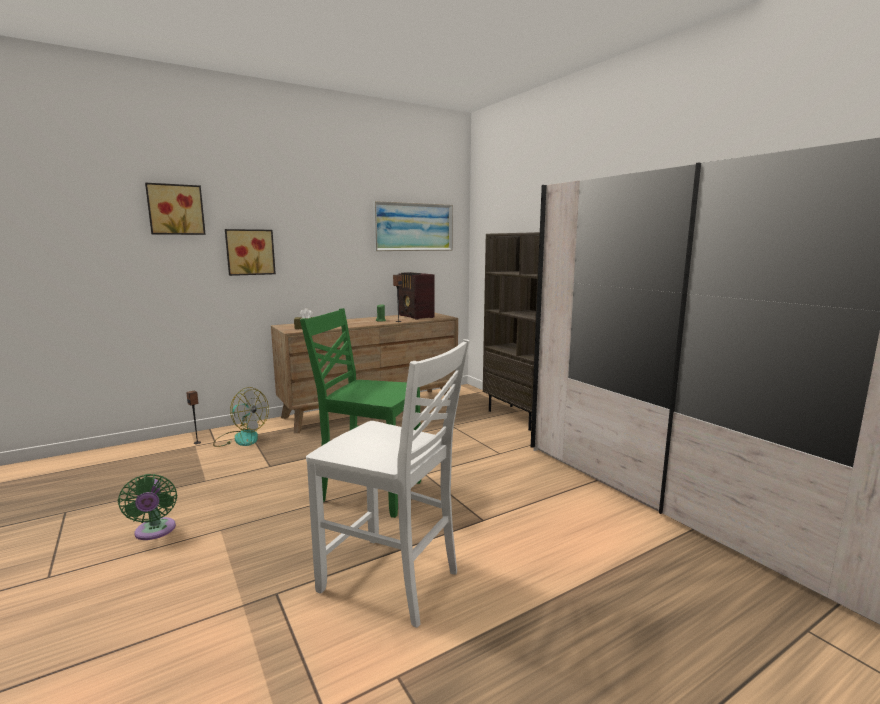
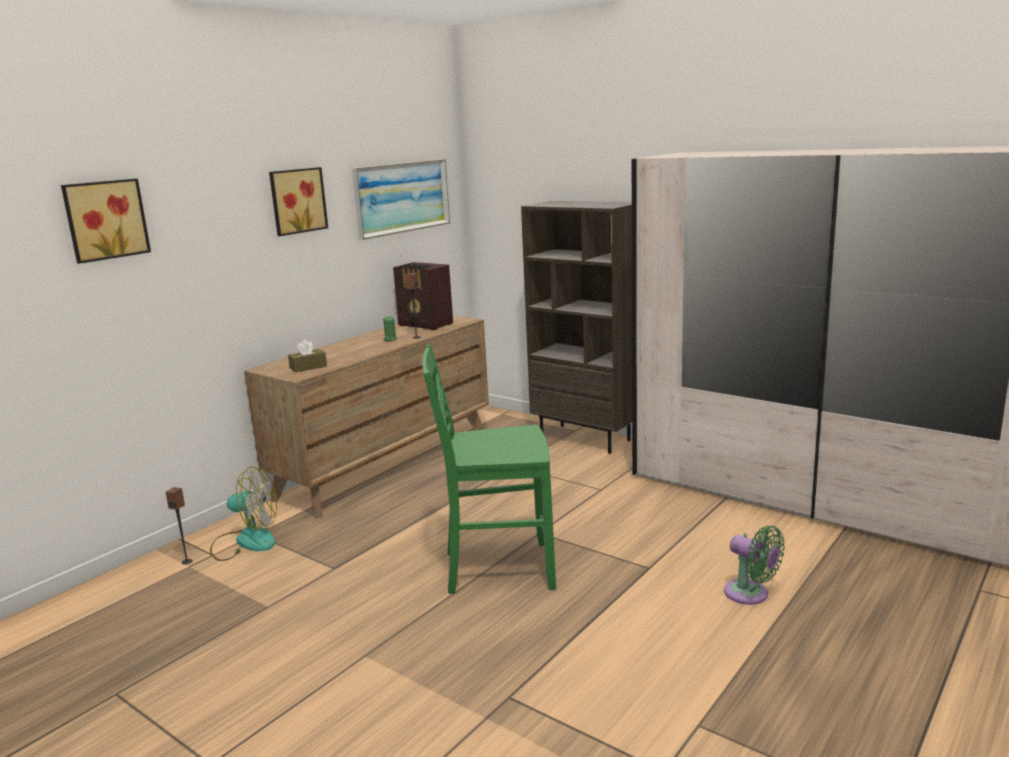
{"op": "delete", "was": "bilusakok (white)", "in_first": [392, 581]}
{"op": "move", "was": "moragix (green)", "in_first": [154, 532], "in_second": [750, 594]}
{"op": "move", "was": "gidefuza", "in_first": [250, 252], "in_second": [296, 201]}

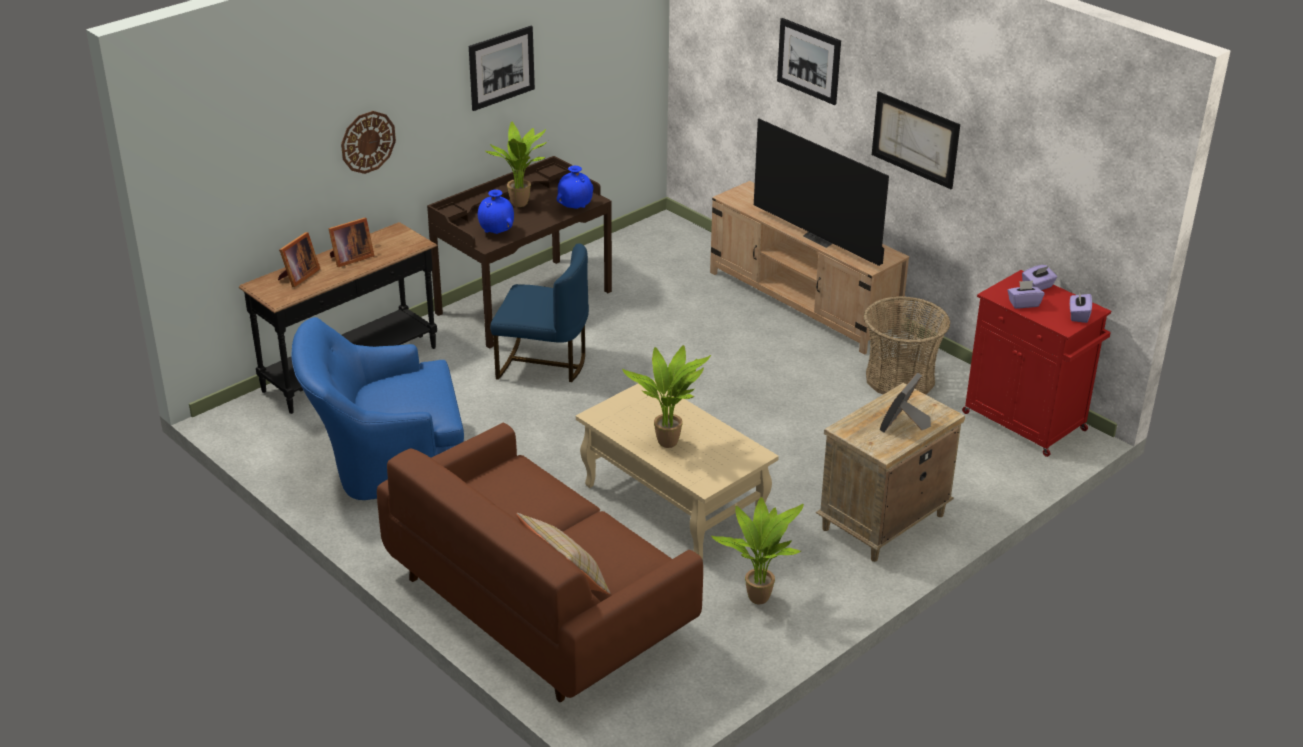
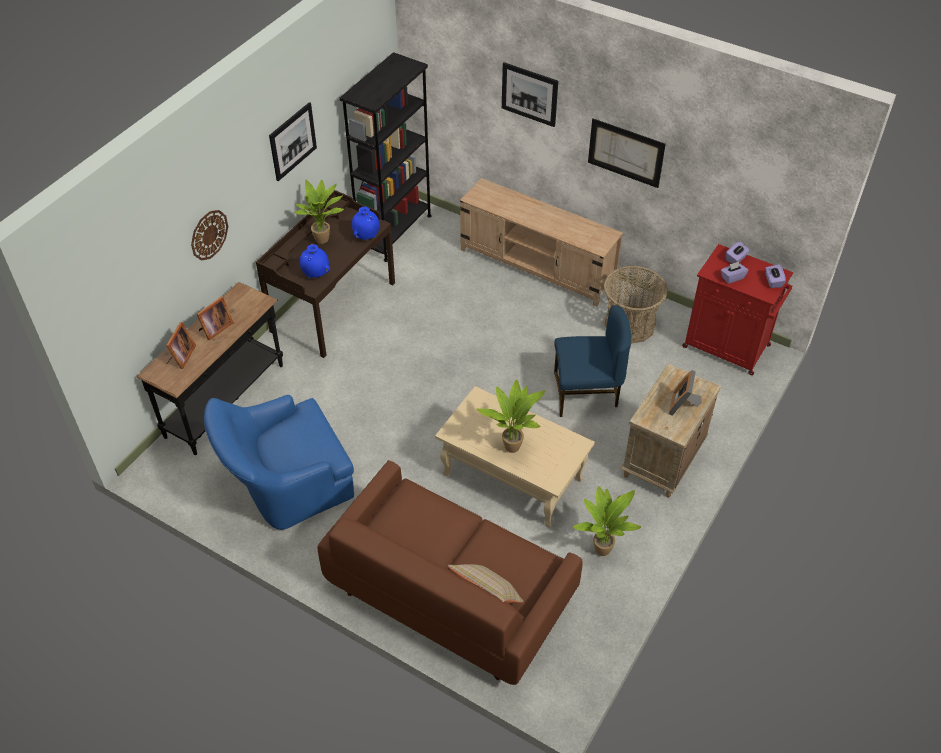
{"op": "delete", "was": "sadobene", "in_first": [822, 238]}
{"op": "insert", "now": "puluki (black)", "in_second": [394, 232]}
{"op": "move", "was": "bilusakok (blue)", "in_first": [543, 364], "in_second": [586, 393]}

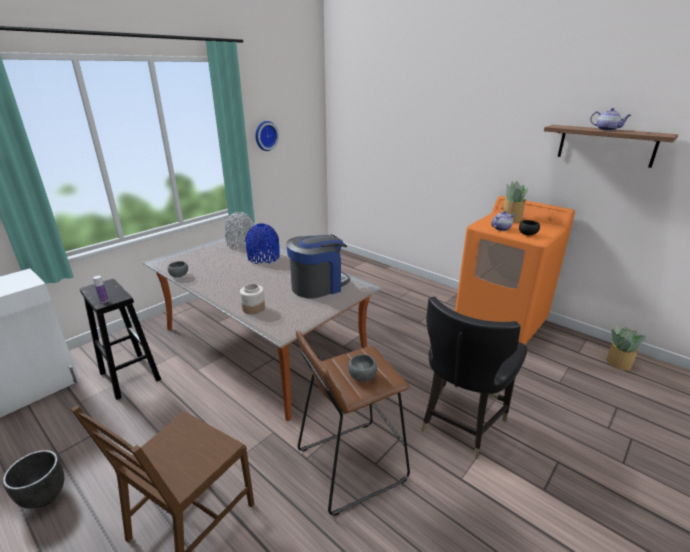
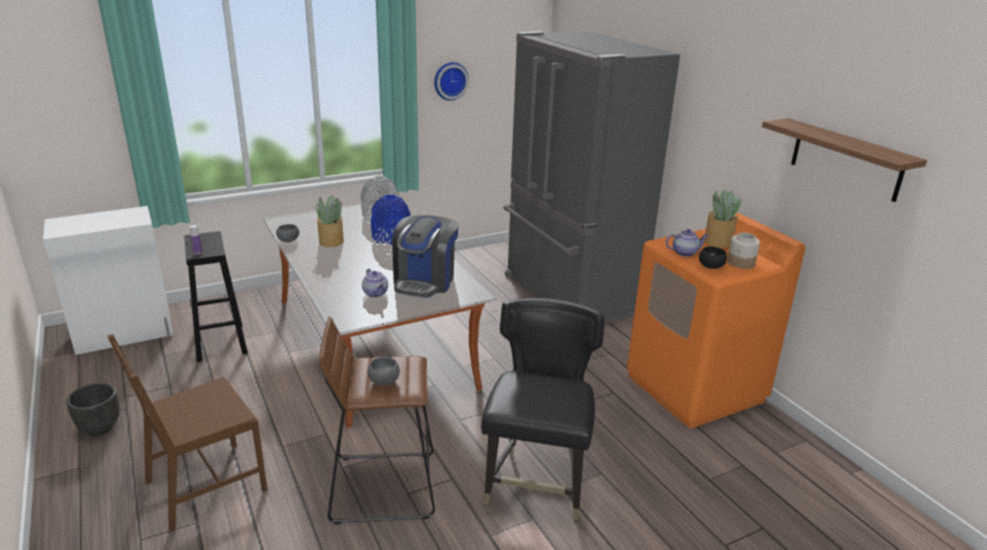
{"op": "insert", "now": "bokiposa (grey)", "in_second": [567, 295]}
{"op": "move", "was": "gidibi", "in_first": [253, 308], "in_second": [741, 263]}
{"op": "move", "was": "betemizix", "in_first": [607, 130], "in_second": [376, 293]}
{"op": "move", "was": "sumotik", "in_first": [618, 362], "in_second": [331, 241]}
{"op": "rotate", "was": "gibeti", "in_first": [318, 285], "in_second": [425, 281], "clockwise": 120}
{"op": "rotate", "was": "bilusakok (black)", "in_first": [460, 423], "in_second": [537, 484], "clockwise": 135}

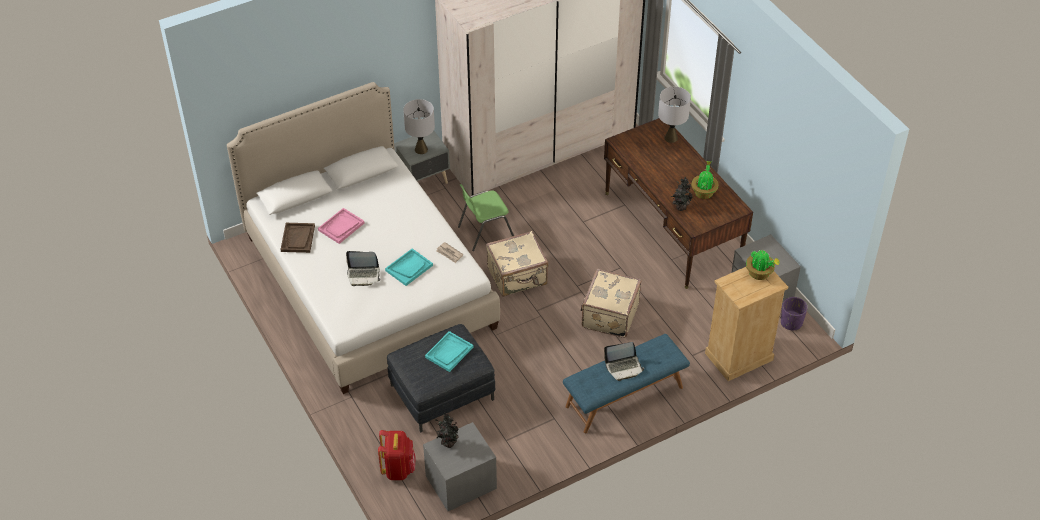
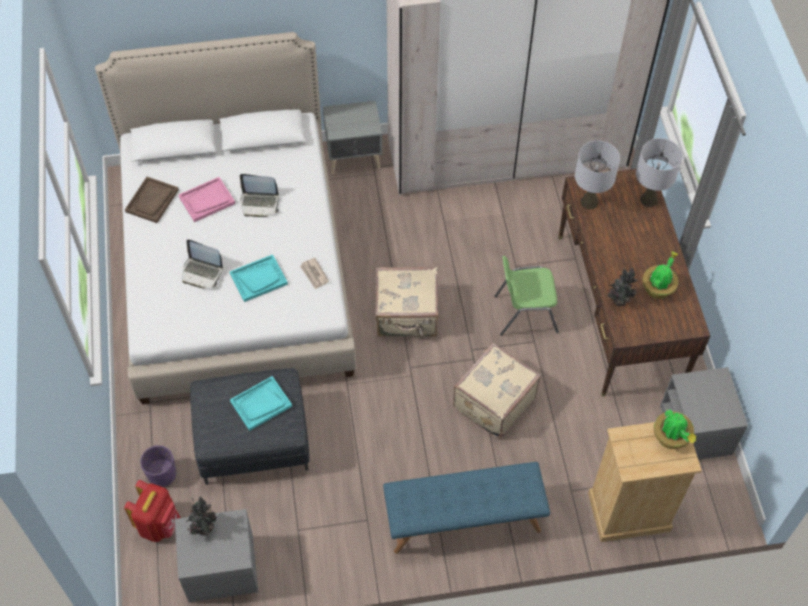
{"op": "move", "was": "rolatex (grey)", "in_first": [421, 149], "in_second": [589, 202]}
{"op": "move", "was": "bilusakok (green)", "in_first": [484, 232], "in_second": [524, 313]}
{"op": "move", "was": "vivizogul", "in_first": [624, 367], "in_second": [259, 203]}
{"op": "move", "was": "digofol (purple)", "in_first": [791, 323], "in_second": [162, 474]}

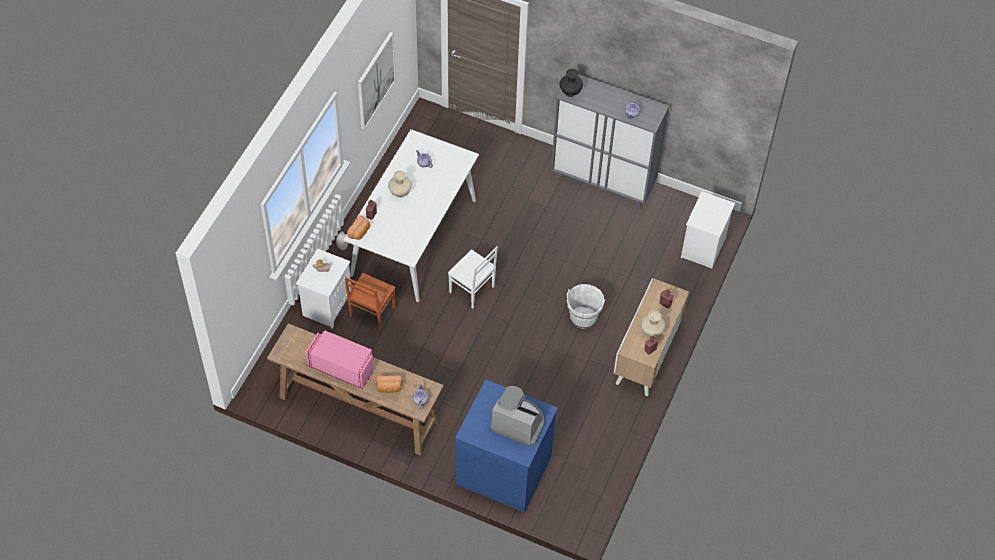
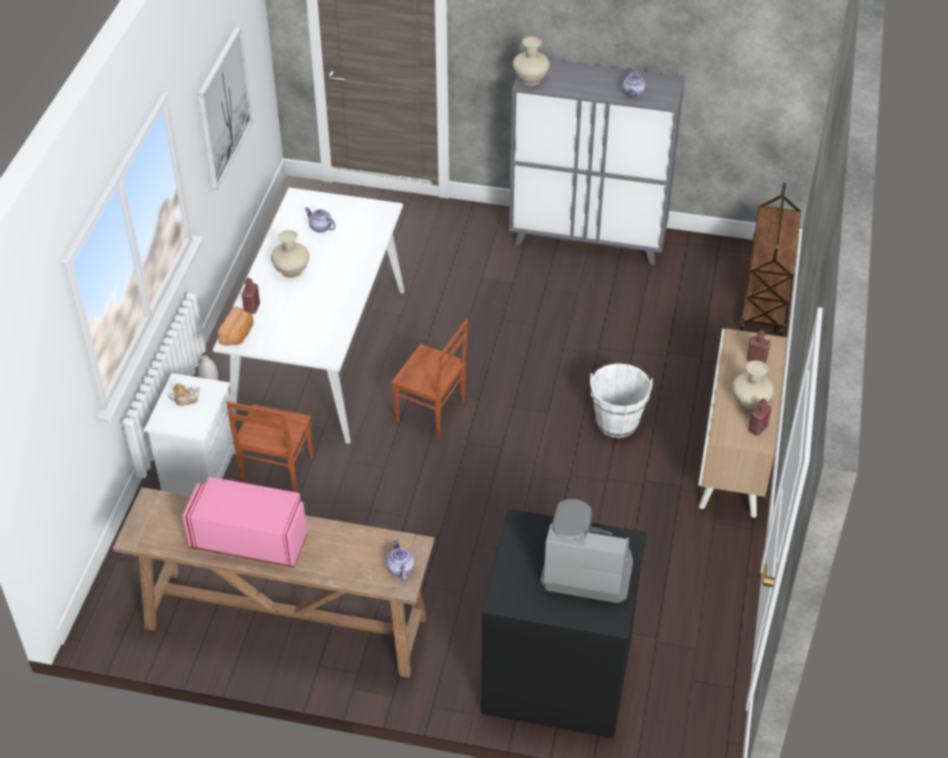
{"op": "delete", "was": "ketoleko", "in_first": [389, 388]}
{"op": "replace", "was": "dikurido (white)", "now": "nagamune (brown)", "in_first": [703, 248], "in_second": [765, 300]}
{"op": "recolor", "was": "bilusakok (white)", "now": "bilusakok (brown)", "in_first": [472, 290], "in_second": [431, 413]}
{"op": "recolor", "was": "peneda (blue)", "now": "peneda (black)", "in_first": [504, 469], "in_second": [558, 672]}
{"op": "recolor", "was": "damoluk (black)", "now": "damoluk (beige)", "in_first": [570, 92], "in_second": [530, 79]}

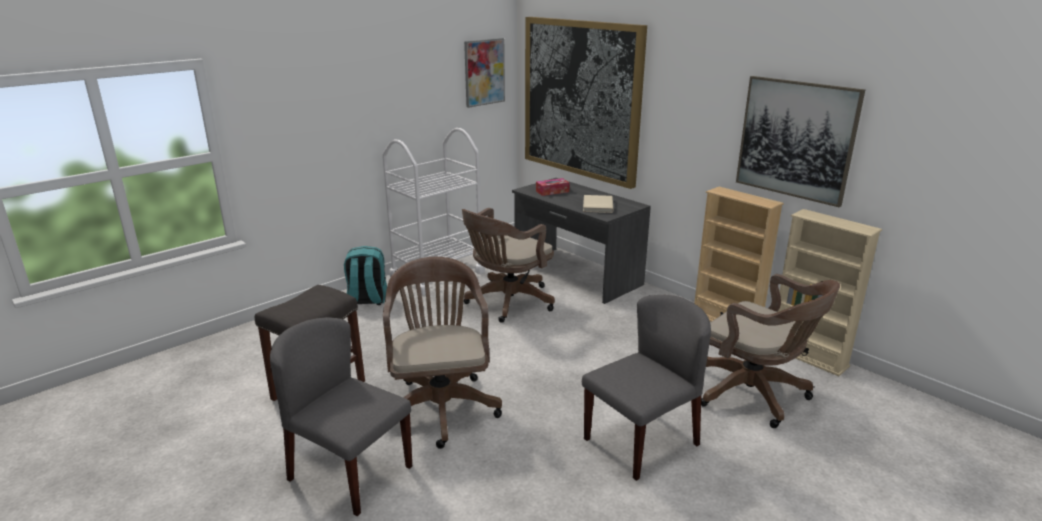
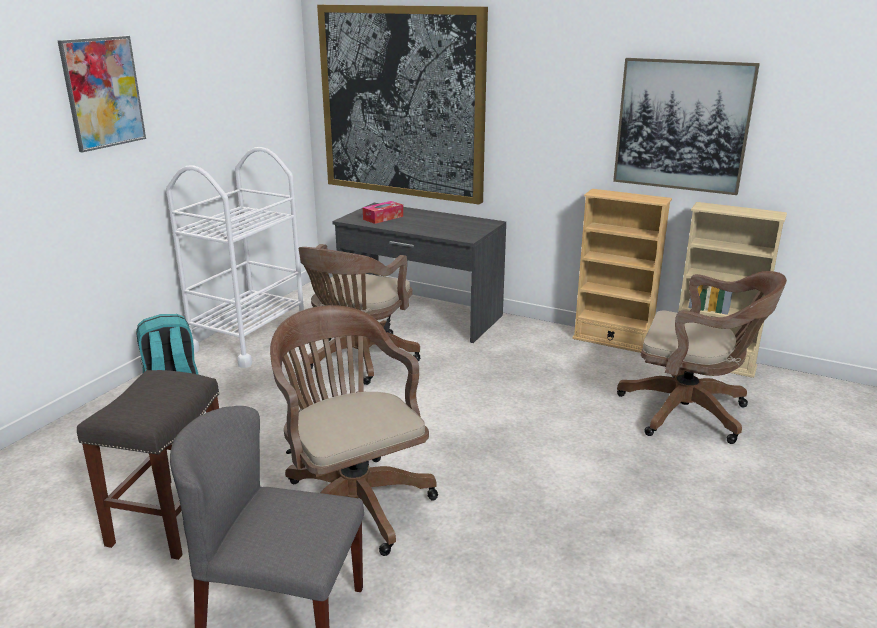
{"op": "delete", "was": "bilusakok (grey)", "in_first": [641, 441]}
{"op": "delete", "was": "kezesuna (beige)", "in_first": [597, 205]}
{"op": "move", "was": "gidefuza", "in_first": [484, 72], "in_second": [103, 92]}

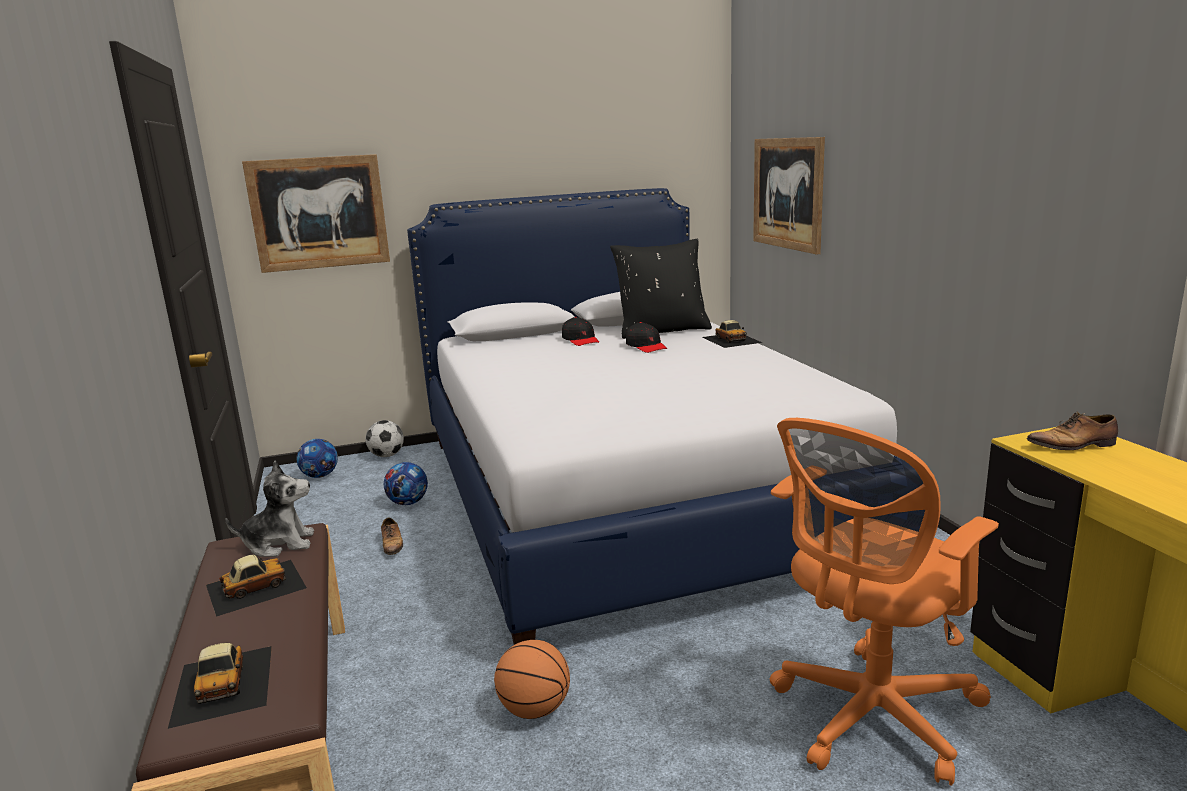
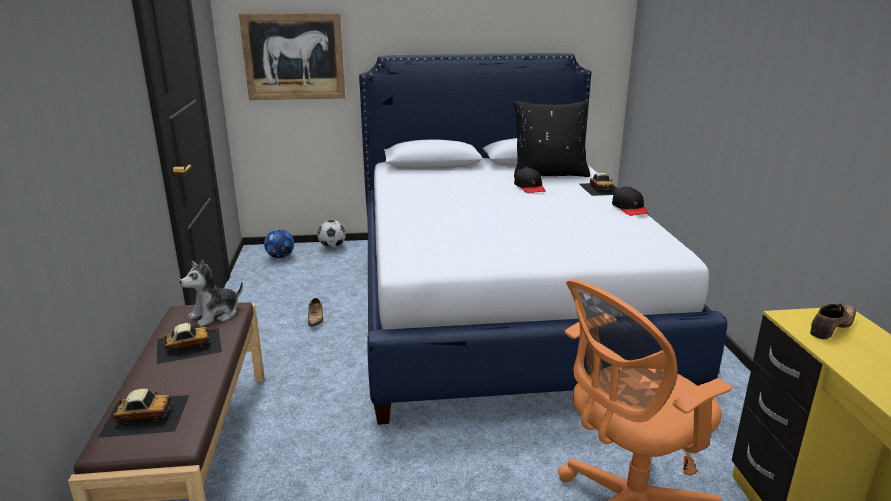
{"op": "delete", "was": "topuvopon", "in_first": [408, 503]}
{"op": "delete", "was": "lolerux", "in_first": [534, 709]}
{"op": "delete", "was": "gidefuza", "in_first": [787, 193]}
{"op": "move", "was": "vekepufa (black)", "in_first": [580, 340], "in_second": [630, 208]}
{"op": "rotate", "was": "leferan", "in_first": [224, 683], "in_second": [145, 415], "clockwise": -90}
{"op": "rotate", "was": "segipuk", "in_first": [279, 544], "in_second": [215, 315], "clockwise": 135}
{"op": "rotate", "was": "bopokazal", "in_first": [1073, 445], "in_second": [831, 327], "clockwise": 135}

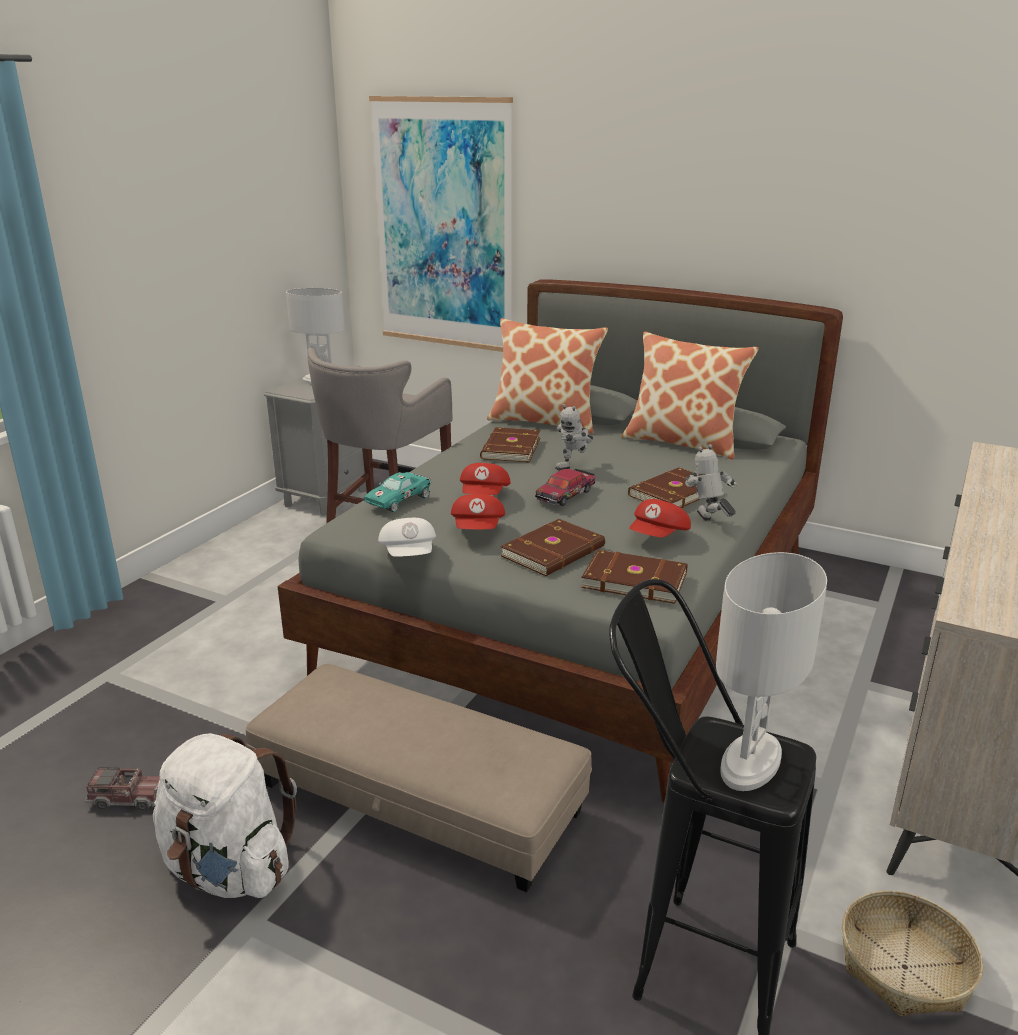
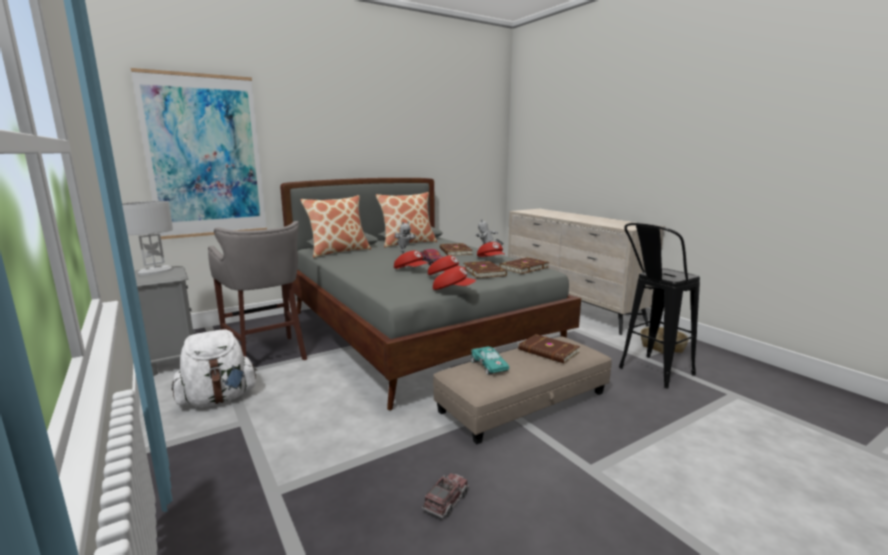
{"op": "delete", "was": "rolatex (white)", "in_first": [751, 763]}
{"op": "move", "was": "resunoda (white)", "in_first": [230, 870], "in_second": [218, 399]}
{"op": "move", "was": "leferan (turquoise)", "in_first": [400, 499], "in_second": [488, 365]}
{"op": "move", "was": "kezesuna (brown)", "in_first": [509, 448], "in_second": [548, 351]}
{"op": "recolor", "was": "vekepufa (white)", "now": "vekepufa (red)", "in_first": [409, 555], "in_second": [453, 290]}

